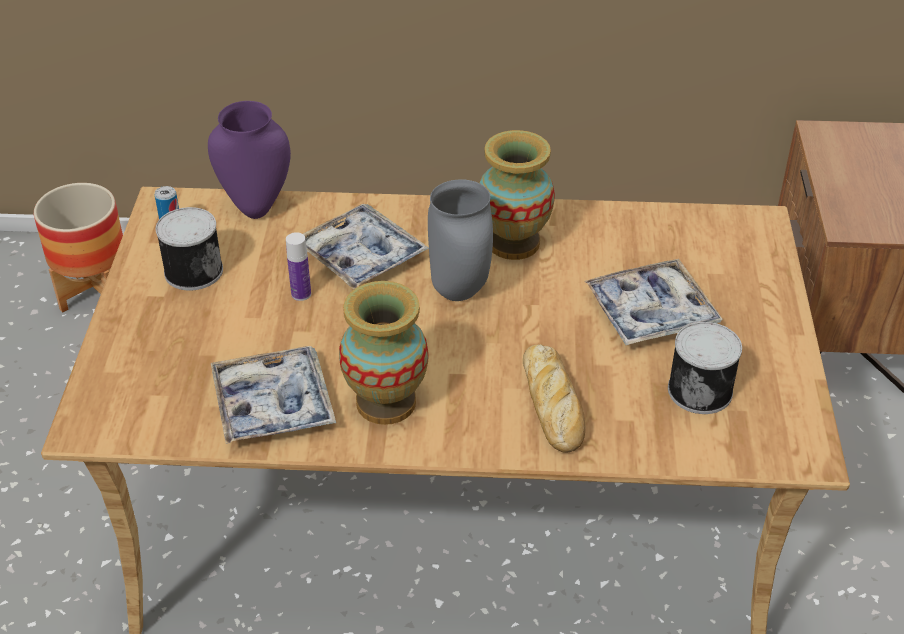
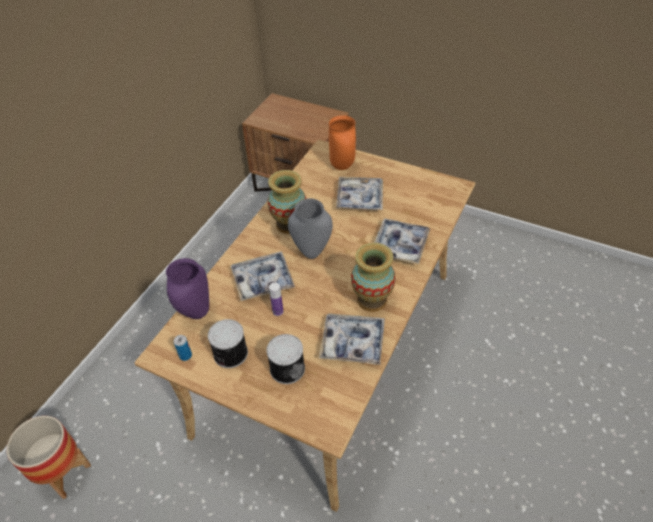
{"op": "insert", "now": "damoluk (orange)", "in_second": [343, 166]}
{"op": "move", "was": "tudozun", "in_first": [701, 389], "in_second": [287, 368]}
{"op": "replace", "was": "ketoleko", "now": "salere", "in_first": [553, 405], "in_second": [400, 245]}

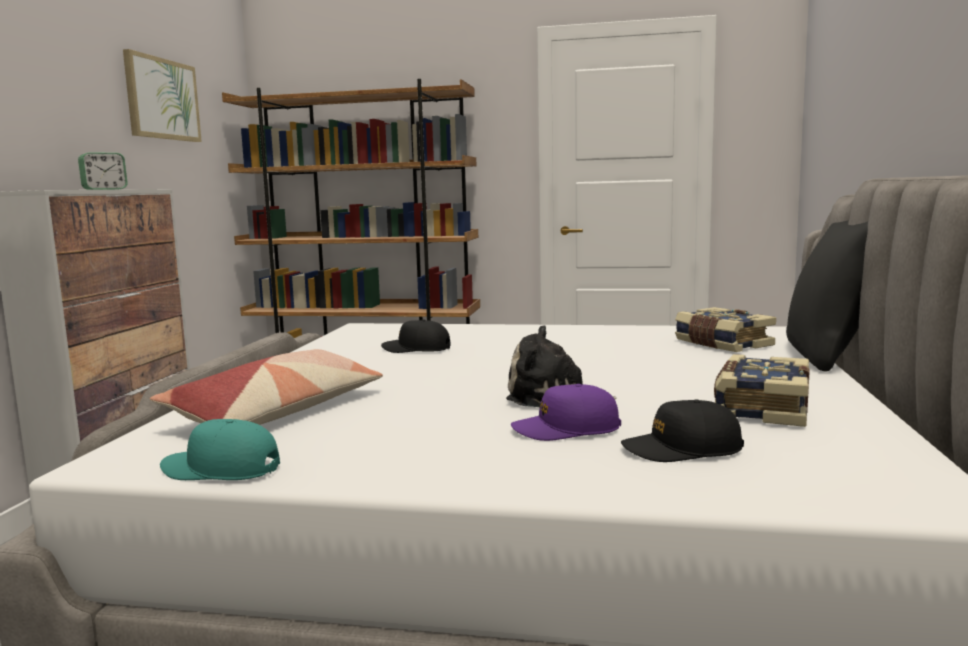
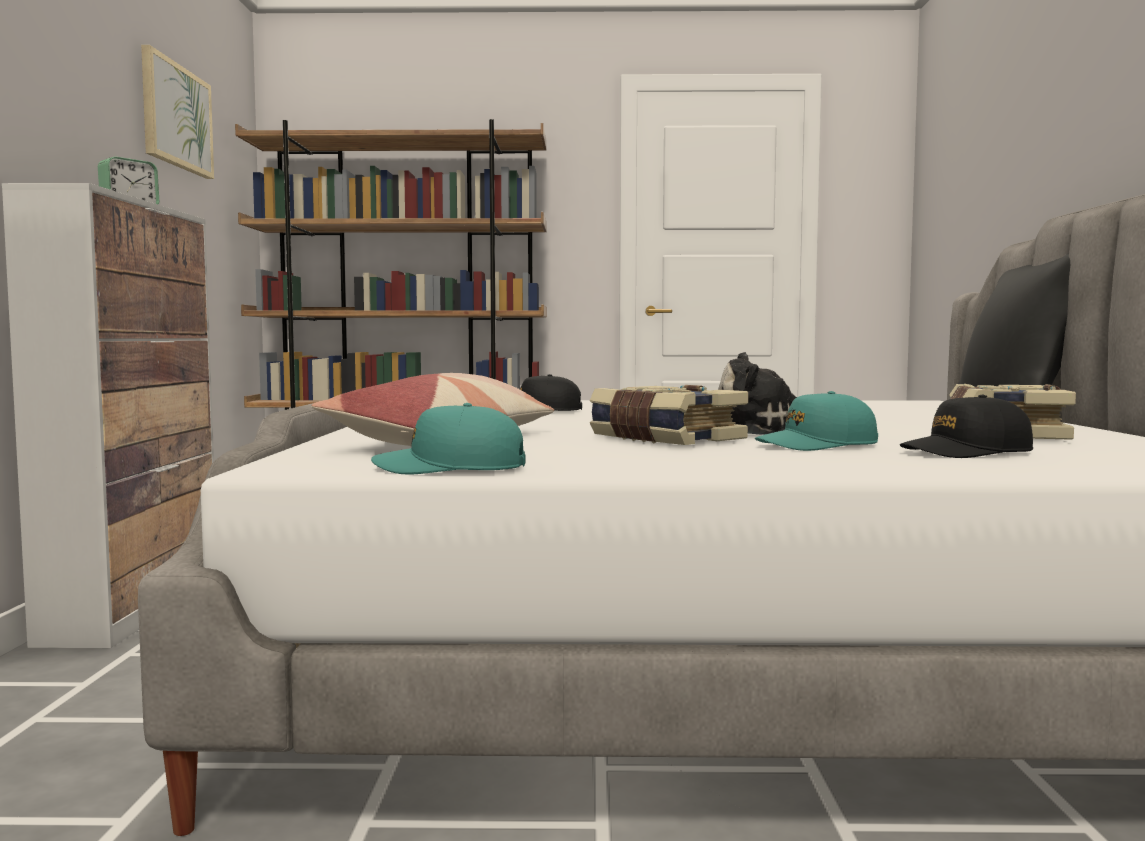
{"op": "move", "was": "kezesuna", "in_first": [722, 344], "in_second": [664, 439]}
{"op": "recolor", "was": "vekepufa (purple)", "now": "vekepufa (turquoise)", "in_first": [566, 430], "in_second": [817, 445]}

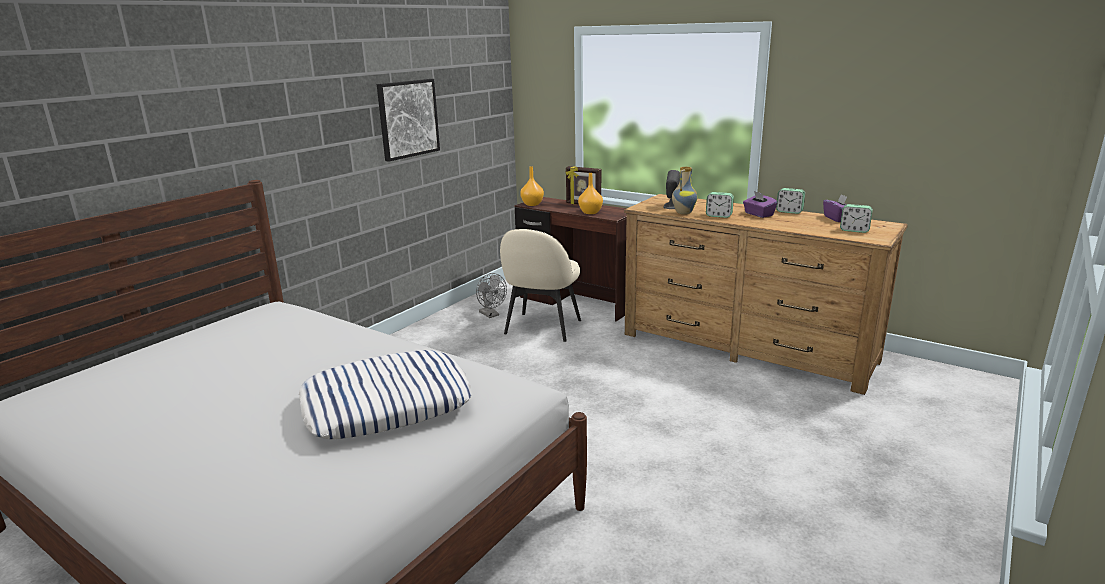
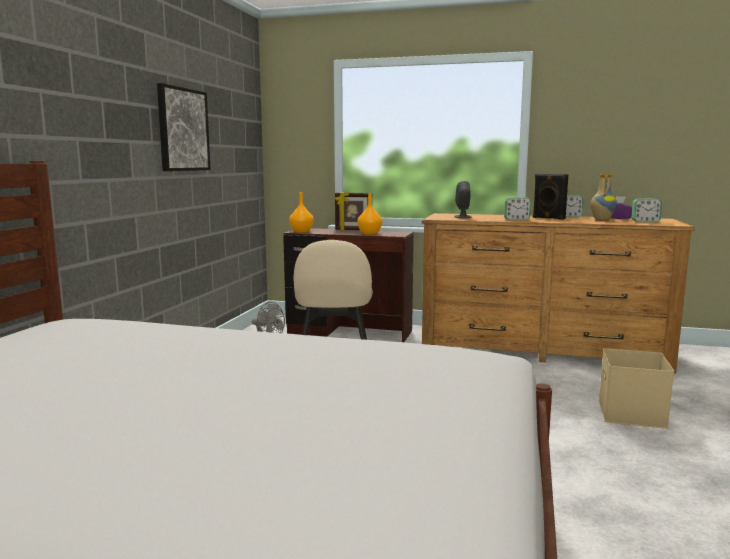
{"op": "delete", "was": "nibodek", "in_first": [386, 405]}
{"op": "insert", "now": "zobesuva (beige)", "in_second": [633, 414]}
{"op": "move", "was": "damoluk", "in_first": [683, 213], "in_second": [601, 219]}
{"op": "replace", "was": "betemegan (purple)", "now": "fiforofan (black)", "in_first": [758, 214], "in_second": [548, 218]}

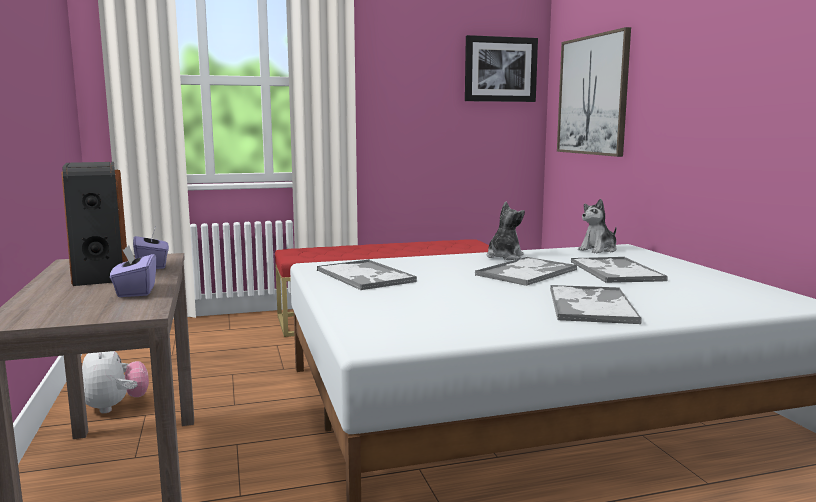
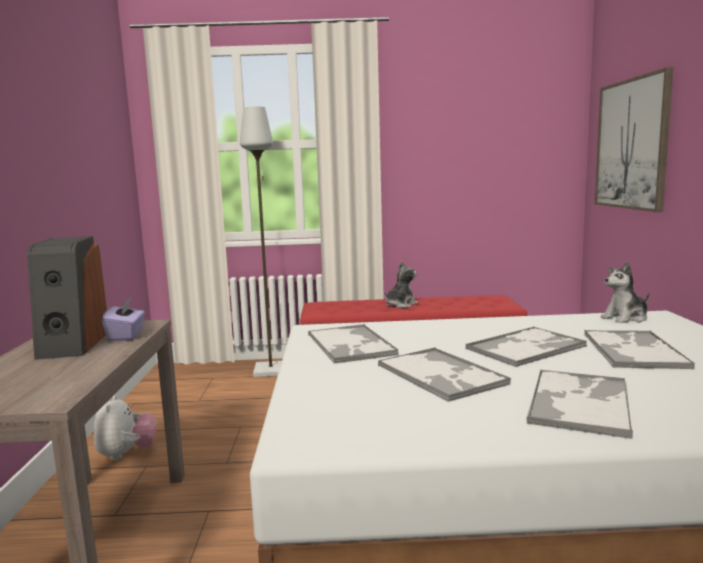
{"op": "delete", "was": "betemegan (purple)", "in_first": [135, 291]}
{"op": "delete", "was": "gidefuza", "in_first": [500, 69]}
{"op": "insert", "now": "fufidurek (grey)", "in_second": [271, 370]}
{"op": "insert", "now": "salere", "in_second": [441, 375]}
{"op": "move", "was": "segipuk", "in_first": [504, 257], "in_second": [400, 305]}

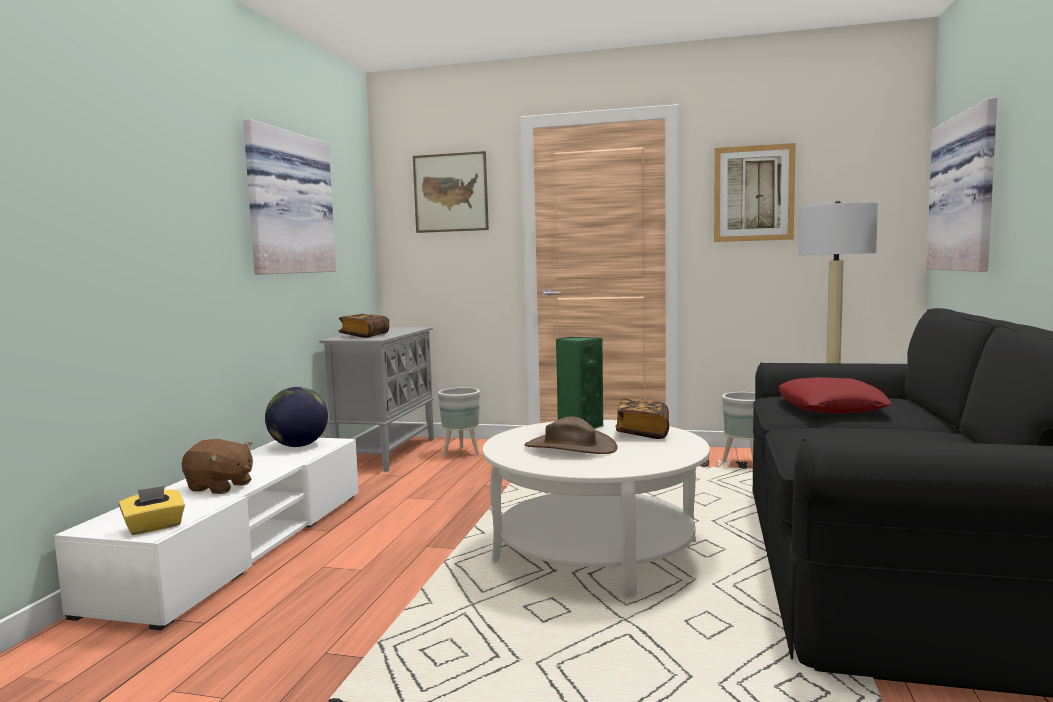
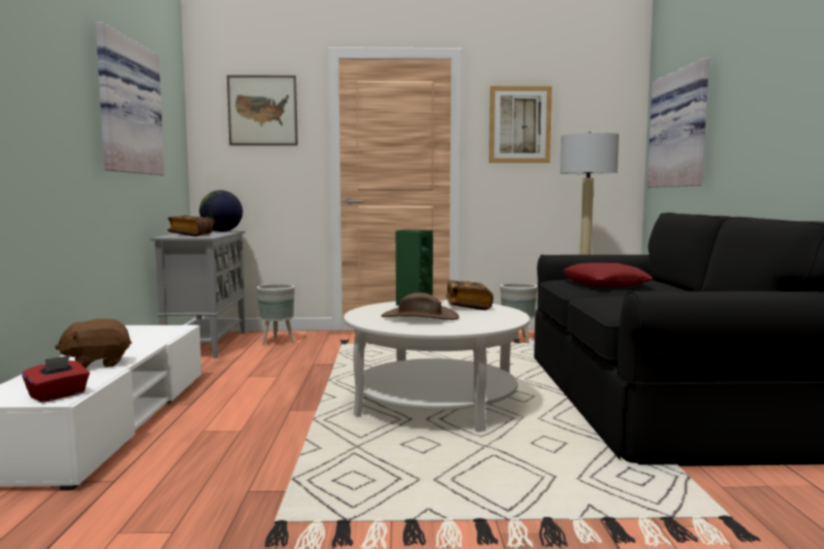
{"op": "move", "was": "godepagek", "in_first": [298, 445], "in_second": [221, 231]}
{"op": "recolor", "was": "betemegan (yellow)", "now": "betemegan (red)", "in_first": [154, 527], "in_second": [58, 395]}
{"op": "rotate", "was": "segipuk (brown)", "in_first": [220, 487], "in_second": [97, 364], "clockwise": 150}

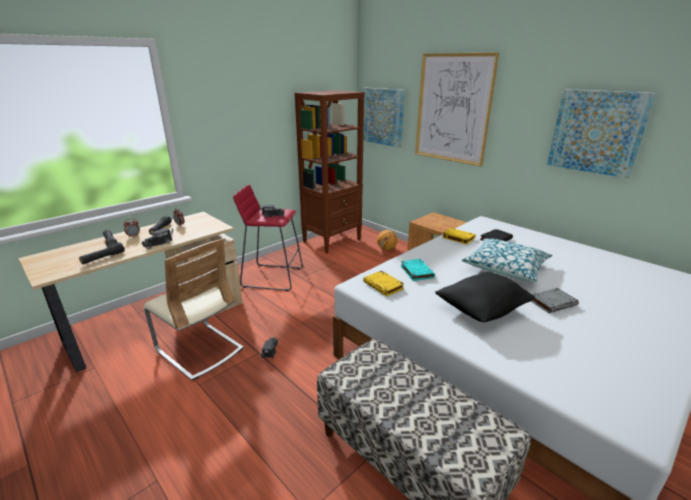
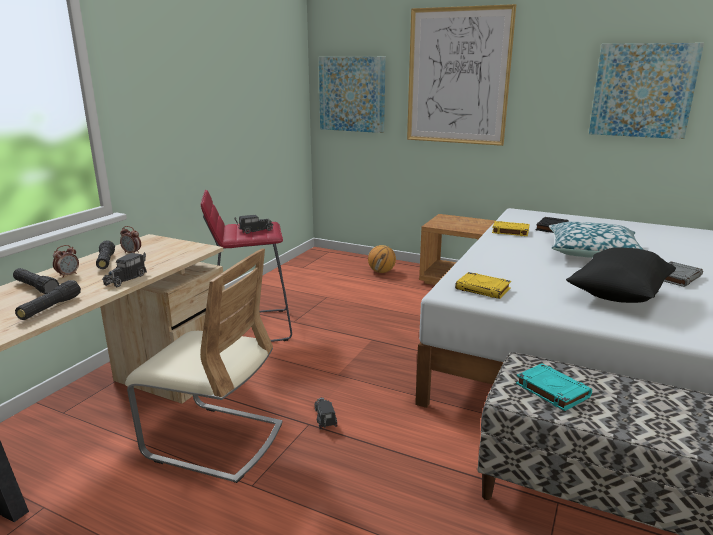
{"op": "delete", "was": "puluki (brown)", "in_first": [332, 240]}
{"op": "move", "was": "kezesuna (turquoise)", "in_first": [416, 272], "in_second": [551, 390]}

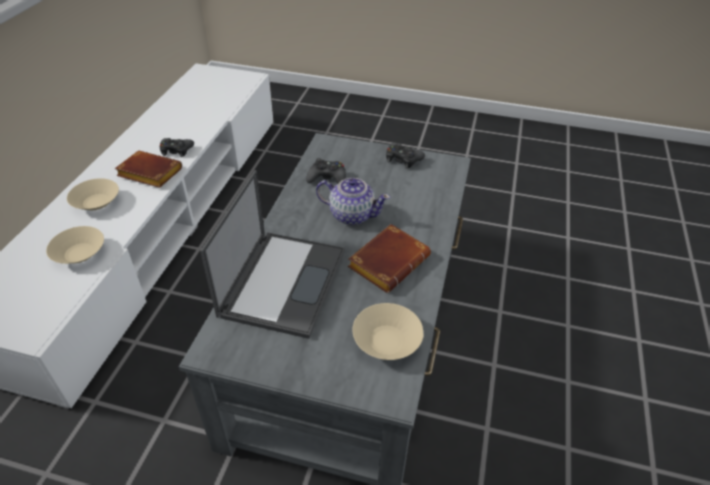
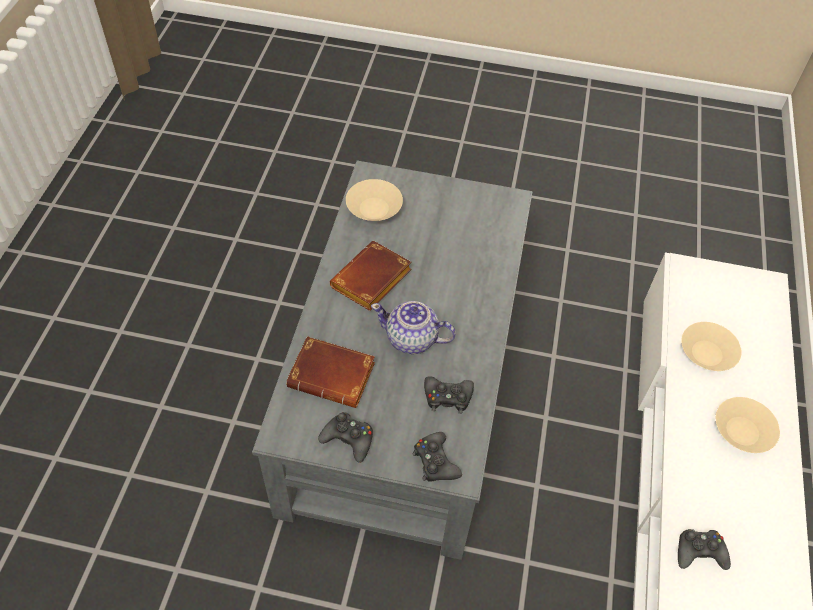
{"op": "delete", "was": "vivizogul", "in_first": [283, 281]}
{"op": "insert", "now": "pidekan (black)", "in_second": [435, 462]}
{"op": "move", "was": "kezesuna (brown)", "in_first": [148, 174], "in_second": [334, 375]}

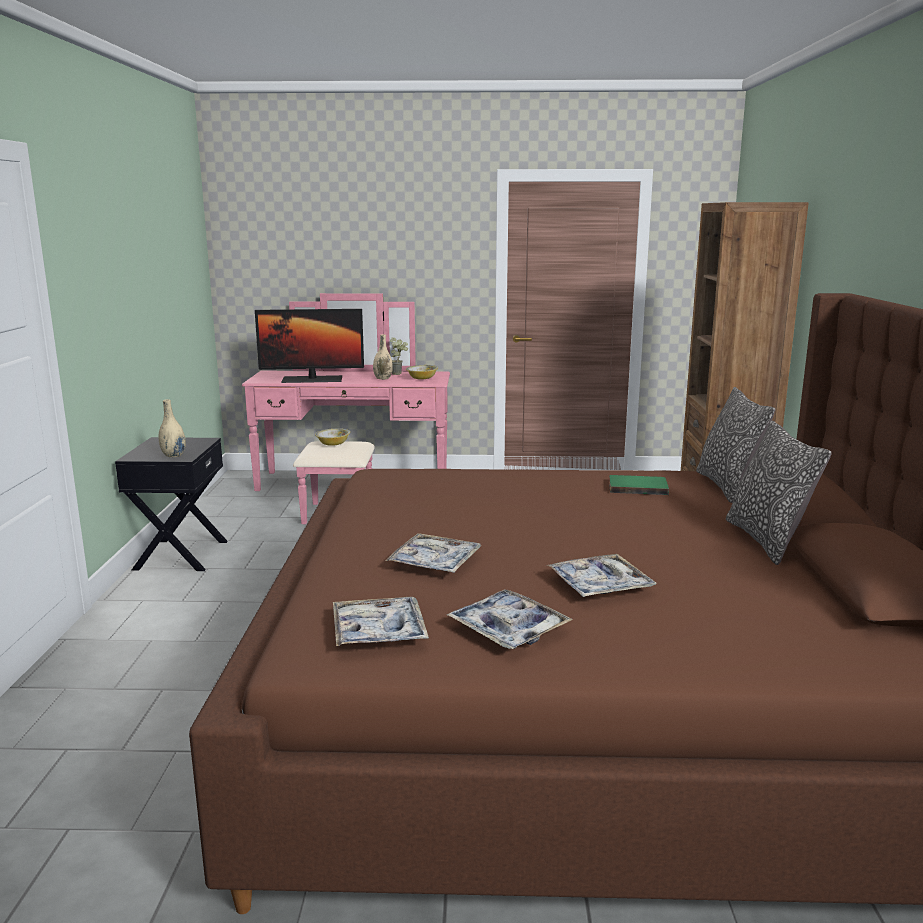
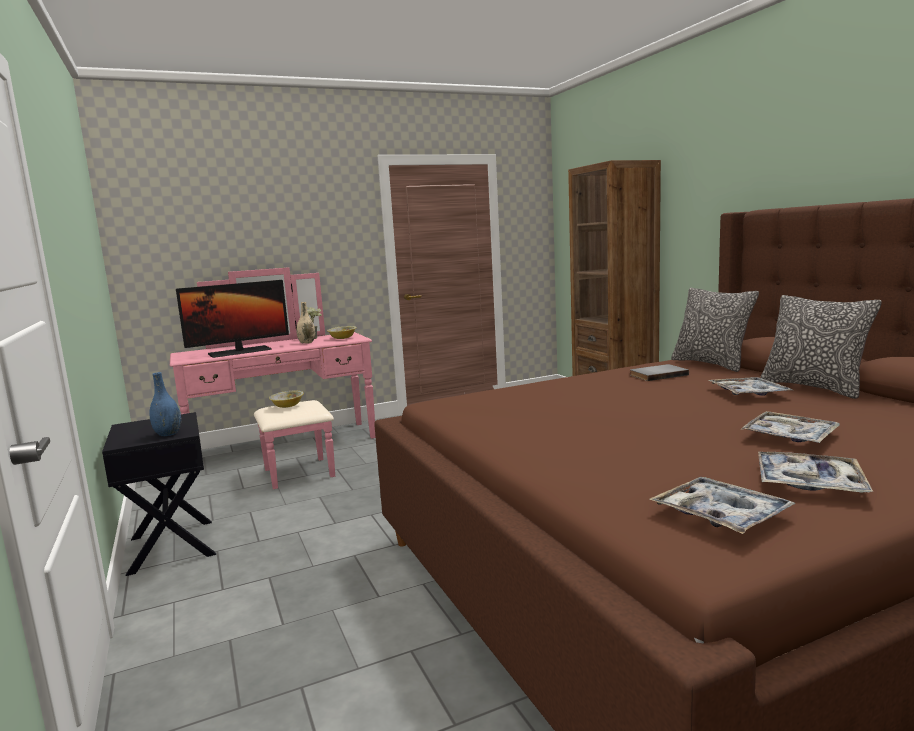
{"op": "move", "was": "salere", "in_first": [434, 562], "in_second": [748, 393]}
{"op": "recolor", "was": "damoluk (beige)", "now": "damoluk (blue)", "in_first": [173, 455], "in_second": [168, 434]}
{"op": "recolor", "was": "kezesuna (green)", "now": "kezesuna (grey)", "in_first": [637, 487], "in_second": [657, 374]}

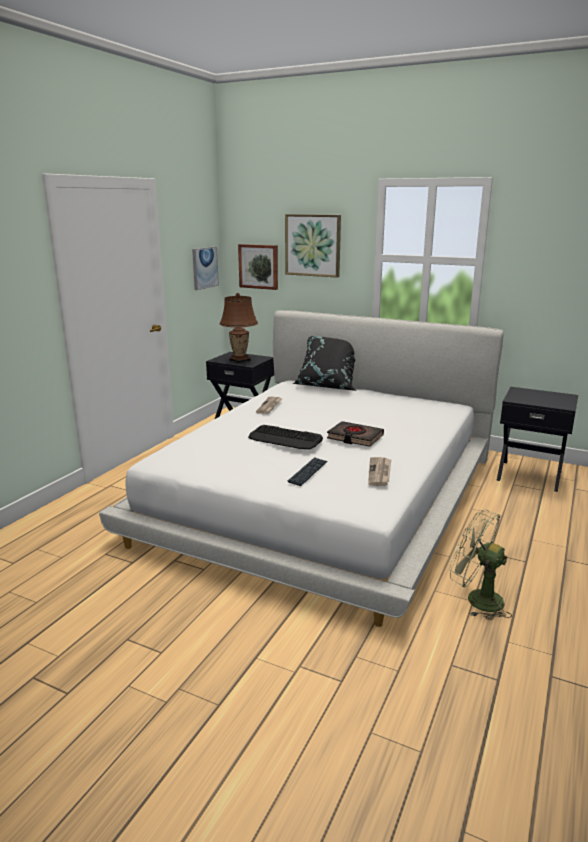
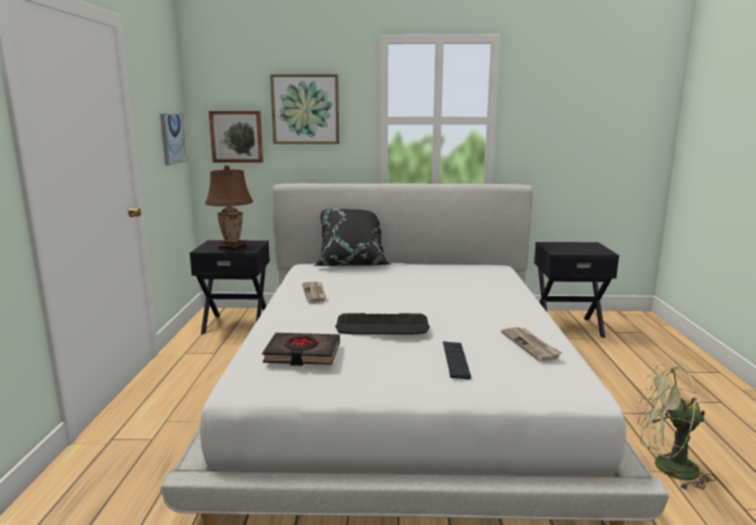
{"op": "move", "was": "kezesuna (black)", "in_first": [355, 437], "in_second": [302, 354]}

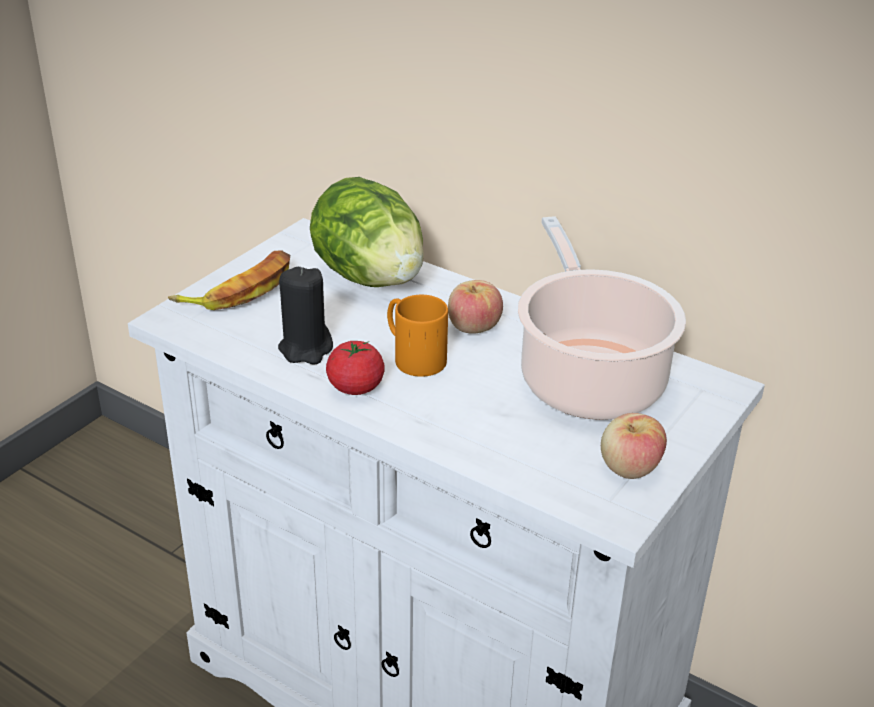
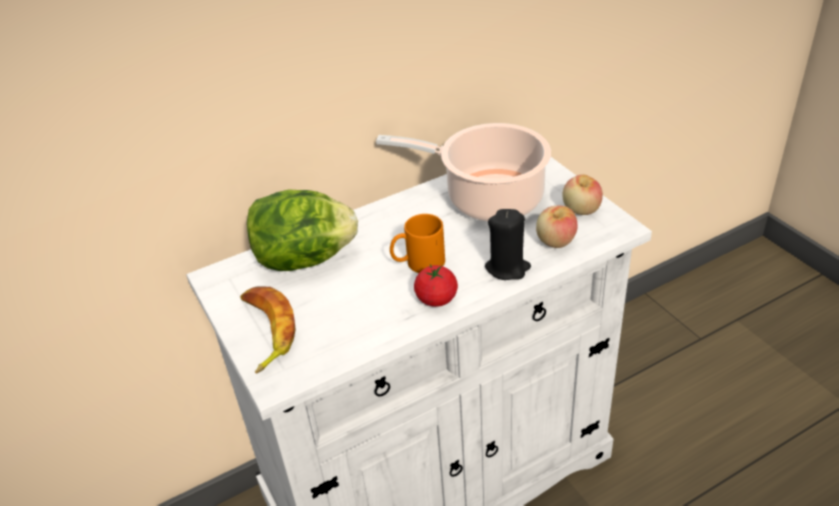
{"op": "move", "was": "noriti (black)", "in_first": [306, 349], "in_second": [507, 268]}
{"op": "move", "was": "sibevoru", "in_first": [473, 327], "in_second": [555, 241]}

